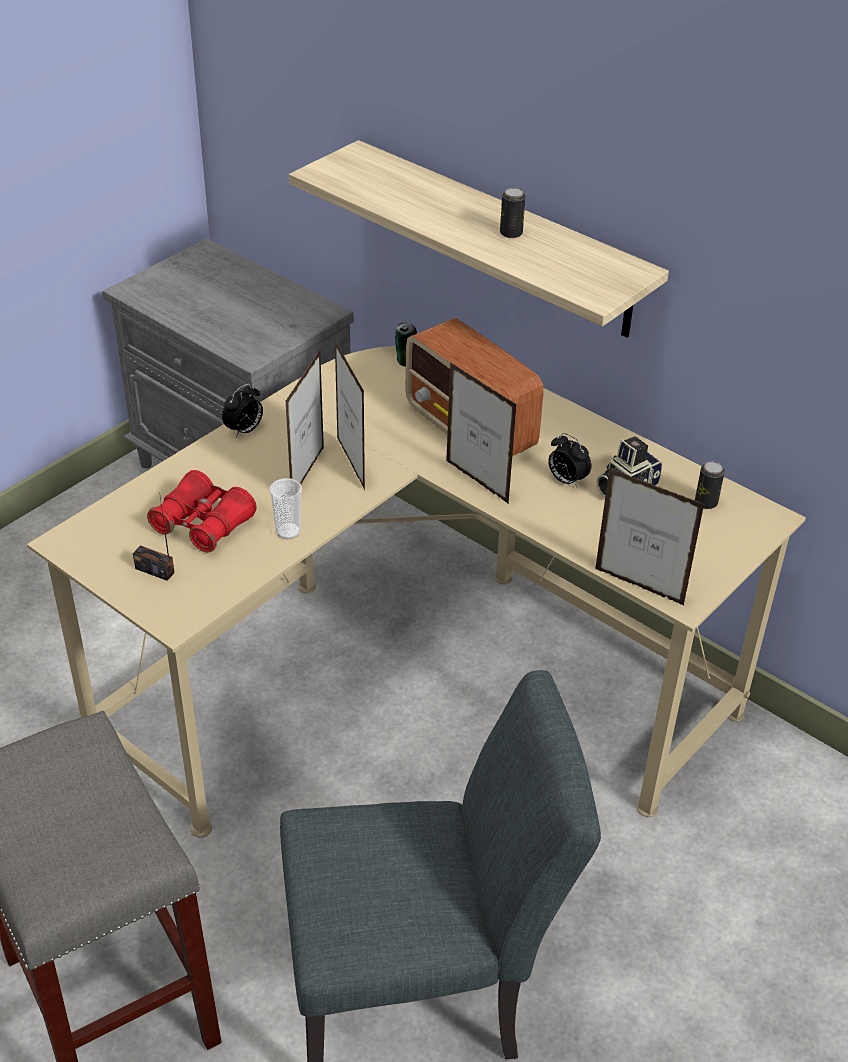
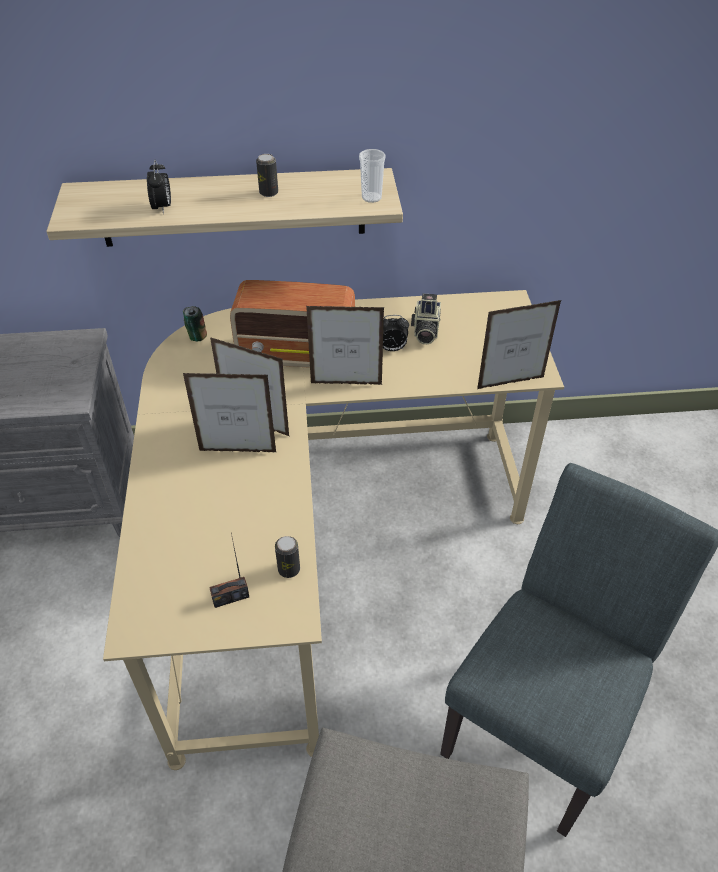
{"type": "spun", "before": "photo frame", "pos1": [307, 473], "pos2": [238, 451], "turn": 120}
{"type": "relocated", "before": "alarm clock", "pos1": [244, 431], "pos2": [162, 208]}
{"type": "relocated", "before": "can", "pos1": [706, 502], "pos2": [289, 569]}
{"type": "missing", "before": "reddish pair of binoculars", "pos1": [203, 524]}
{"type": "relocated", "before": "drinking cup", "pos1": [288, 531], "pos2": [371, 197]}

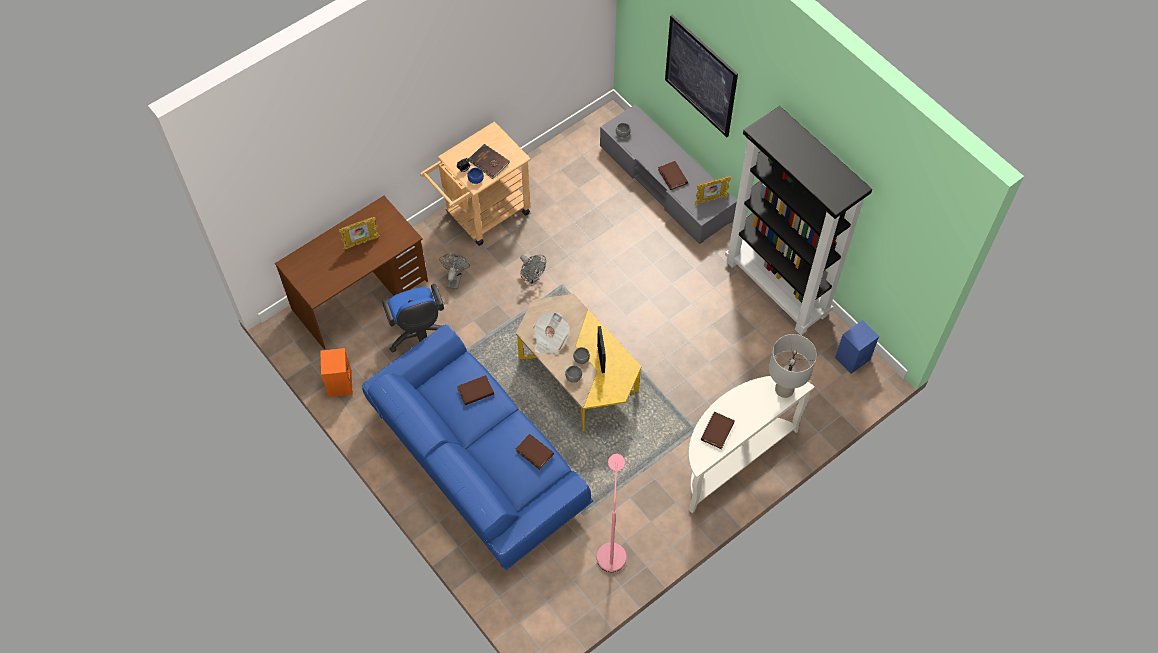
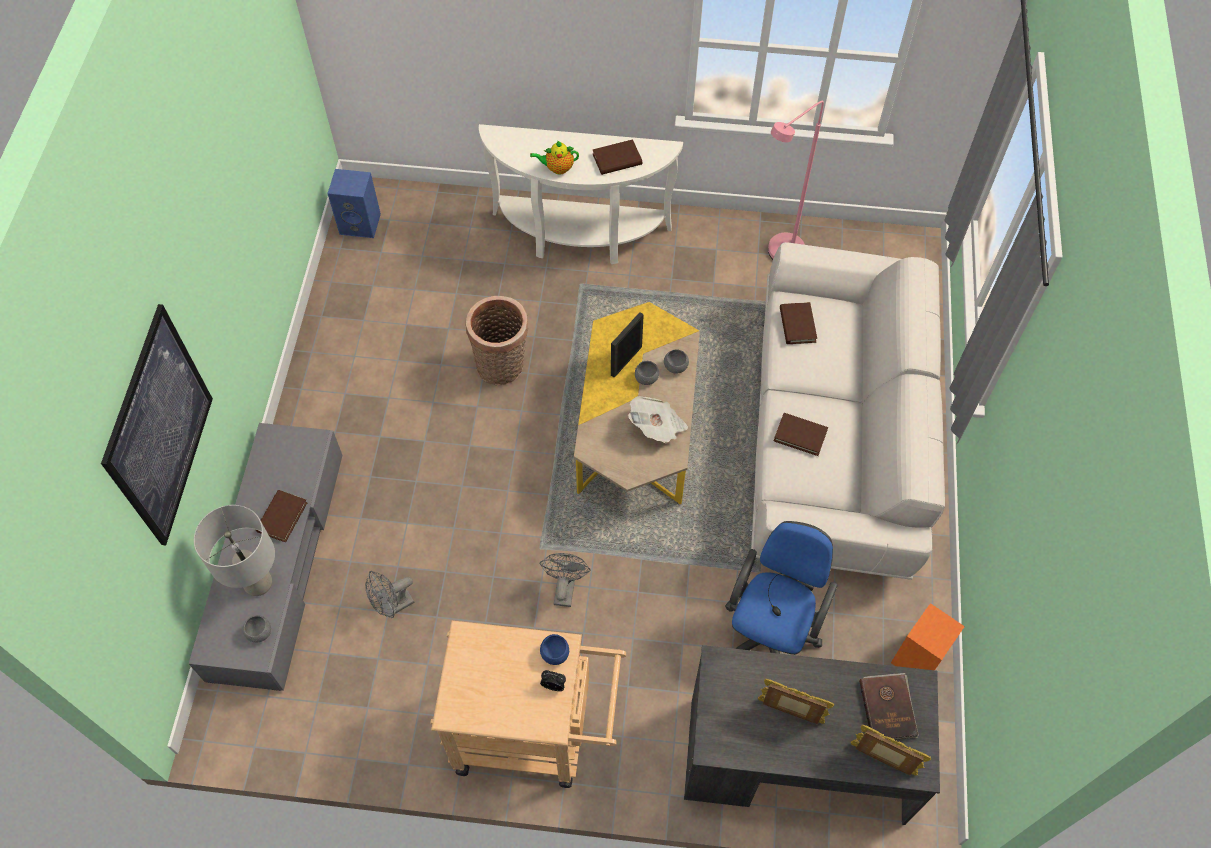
{"type": "missing", "before": "black shelving unit", "pos1": [777, 288]}
{"type": "relocated", "before": "brown bound book", "pos1": [488, 162], "pos2": [888, 708]}
{"type": "relocated", "before": "photo frame", "pos1": [711, 200], "pos2": [882, 760]}
{"type": "colour", "before": "brown desk", "after": "greyish desk", "pos1": [360, 295], "pos2": [795, 760]}
{"type": "relocated", "before": "greyish electric fan", "pos1": [455, 278], "pos2": [393, 606]}
{"type": "colour", "before": "blue sofa", "after": "white sofa", "pos1": [477, 461], "pos2": [833, 436]}
{"type": "relocated", "before": "greyish tabletop lamp", "pos1": [784, 389], "pos2": [257, 583]}
{"type": "appeared", "after": "tea pot", "pos2": [557, 168]}
{"type": "appeared", "after": "storage basket", "pos2": [502, 367]}

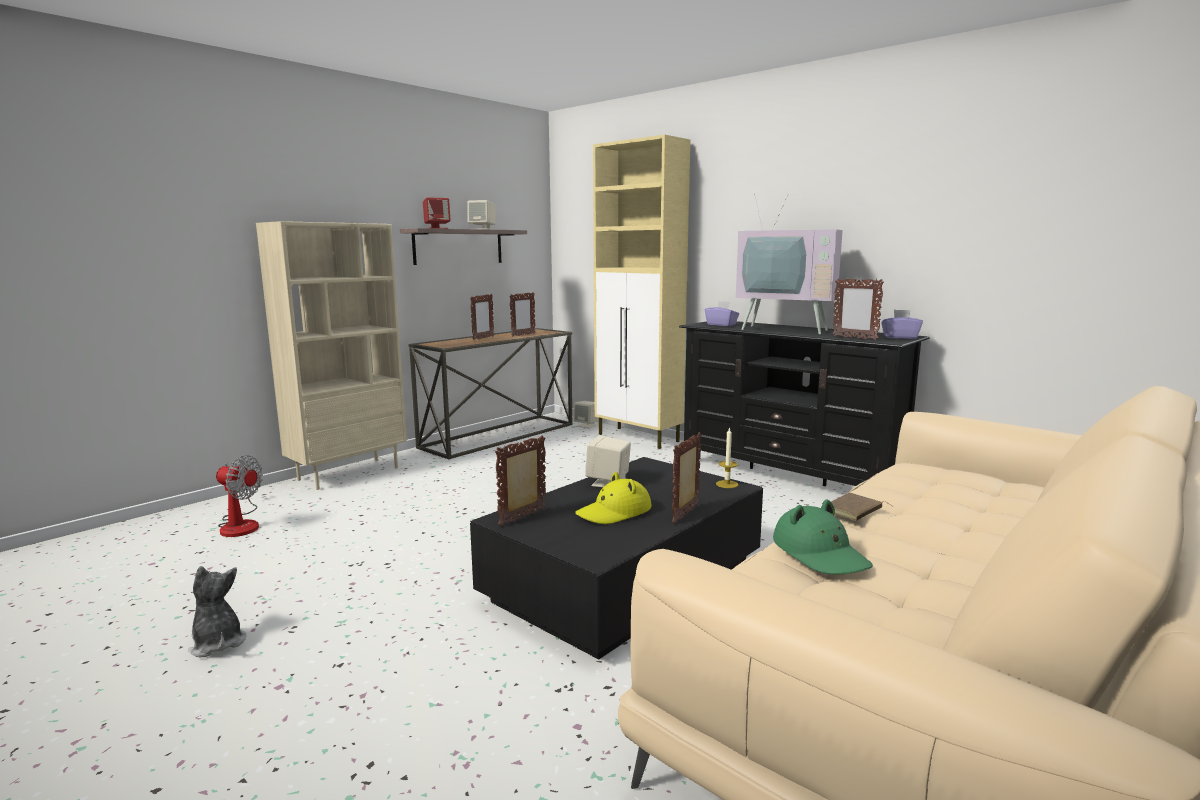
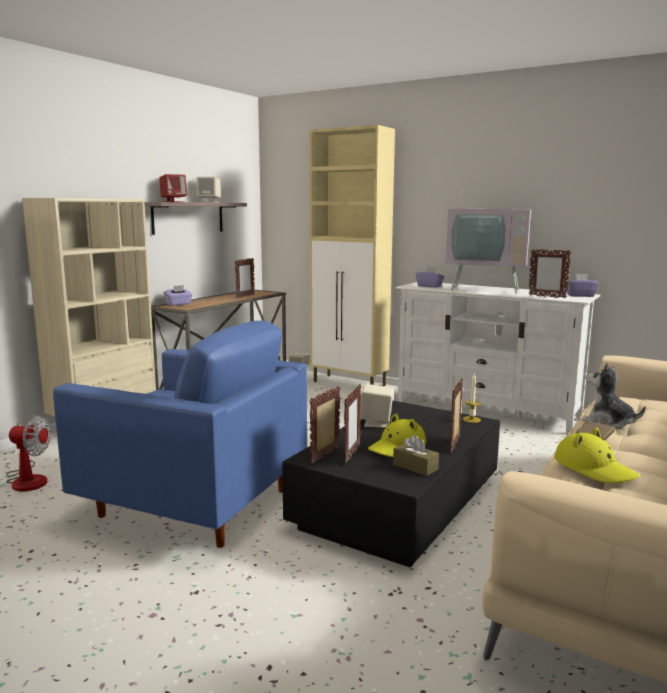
{"type": "relocated", "before": "photo frame", "pos1": [483, 338], "pos2": [351, 455]}
{"type": "colour", "before": "black tv unit", "after": "white tv unit", "pos1": [788, 476], "pos2": [487, 411]}
{"type": "colour", "before": "greenish clothing hat", "after": "yellow clothing hat", "pos1": [820, 553], "pos2": [594, 468]}
{"type": "relocated", "before": "plush toy", "pos1": [217, 643], "pos2": [608, 423]}
{"type": "appeared", "after": "purple-coloured box of tissues", "pos2": [178, 304]}
{"type": "appeared", "after": "blue lounge chair", "pos2": [193, 503]}
{"type": "appeared", "after": "brown box of tissues", "pos2": [415, 467]}

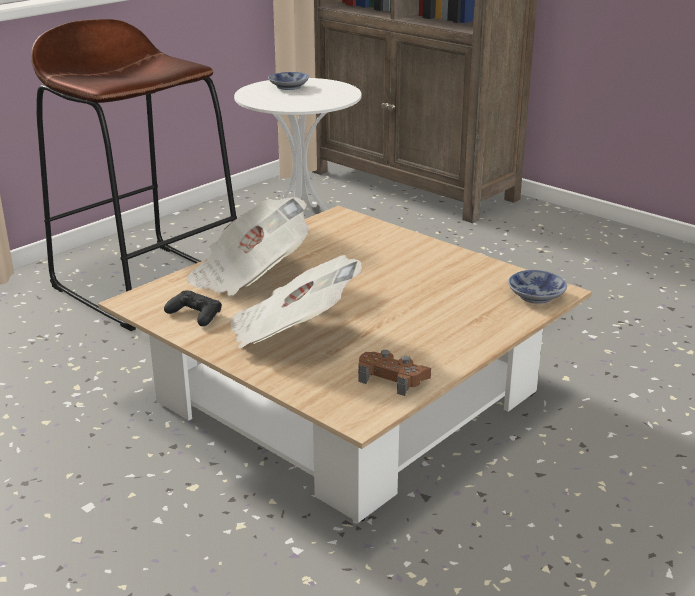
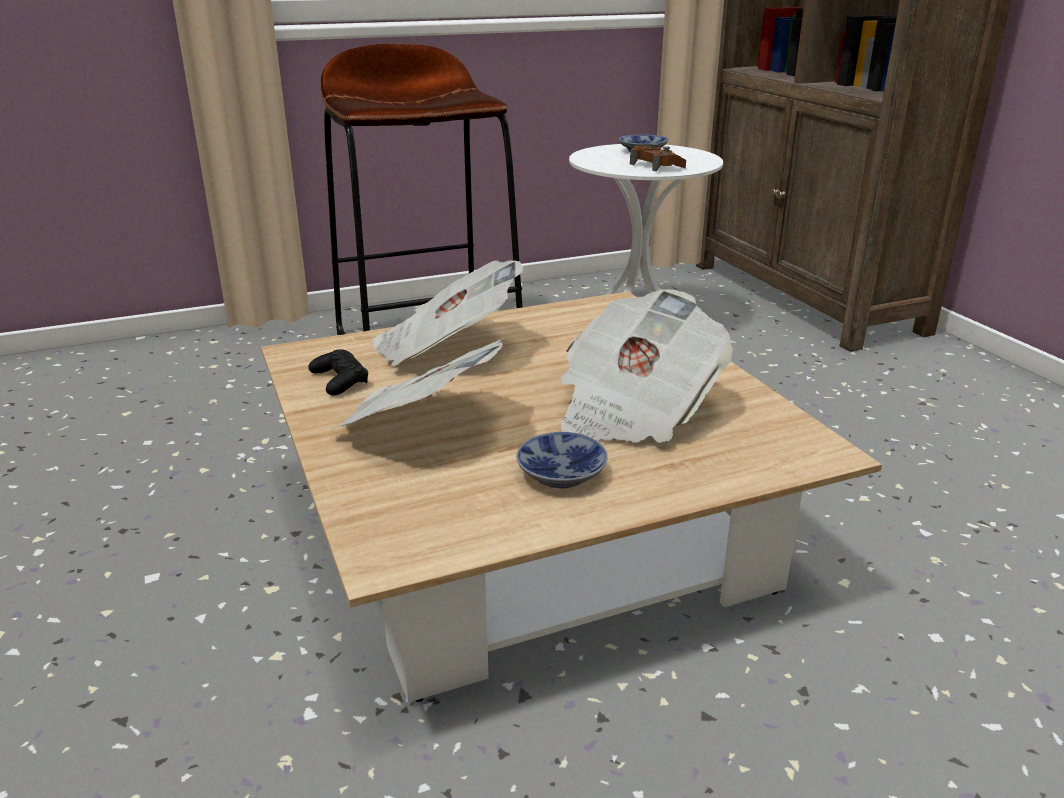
{"type": "relocated", "before": "bowl", "pos1": [534, 295], "pos2": [560, 472]}
{"type": "relocated", "before": "brown gamepad", "pos1": [392, 379], "pos2": [656, 166]}
{"type": "appeared", "after": "newspaper", "pos2": [634, 409]}

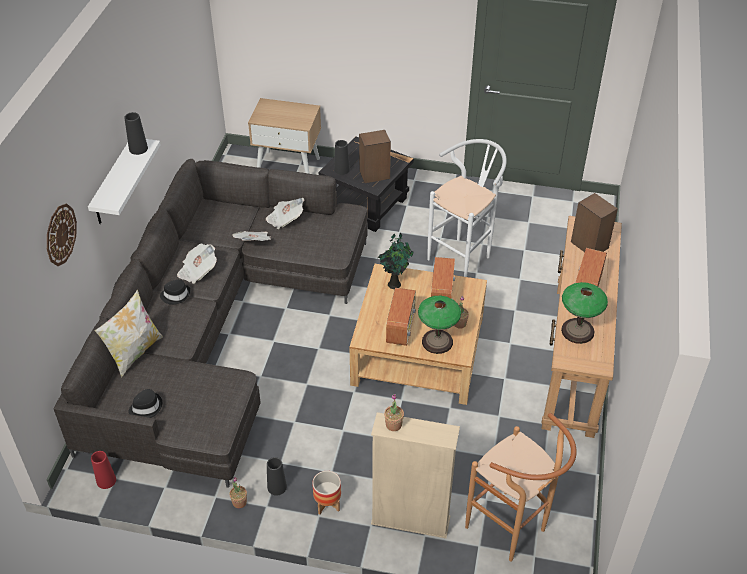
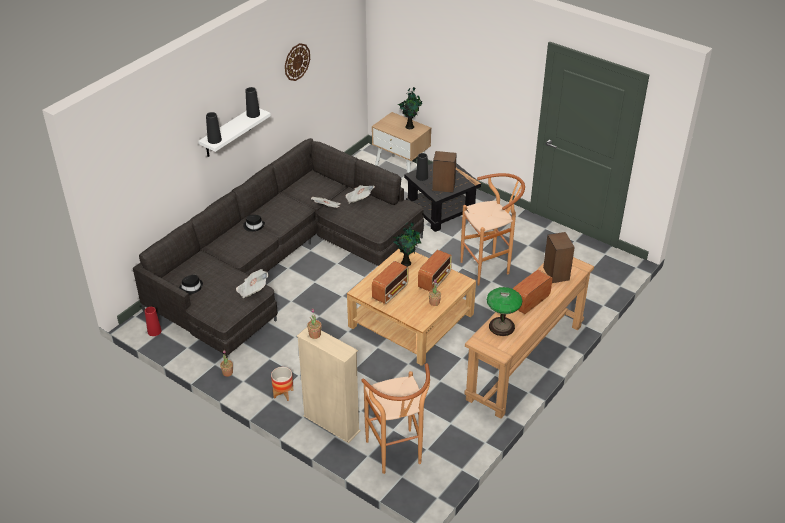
{"type": "colour", "before": "white sitting stool", "after": "brown sitting stool", "pos1": [463, 256], "pos2": [489, 267]}
{"type": "relocated", "before": "wall clock", "pos1": [60, 234], "pos2": [297, 62]}
{"type": "relocated", "before": "newspaper", "pos1": [197, 271], "pos2": [252, 290]}
{"type": "missing", "before": "cushion", "pos1": [134, 353]}
{"type": "missing", "before": "tabletop lamp", "pos1": [437, 341]}
{"type": "relocated", "before": "black flower vase", "pos1": [277, 487], "pos2": [214, 140]}
{"type": "appeared", "after": "plant in a pot", "pos2": [410, 126]}

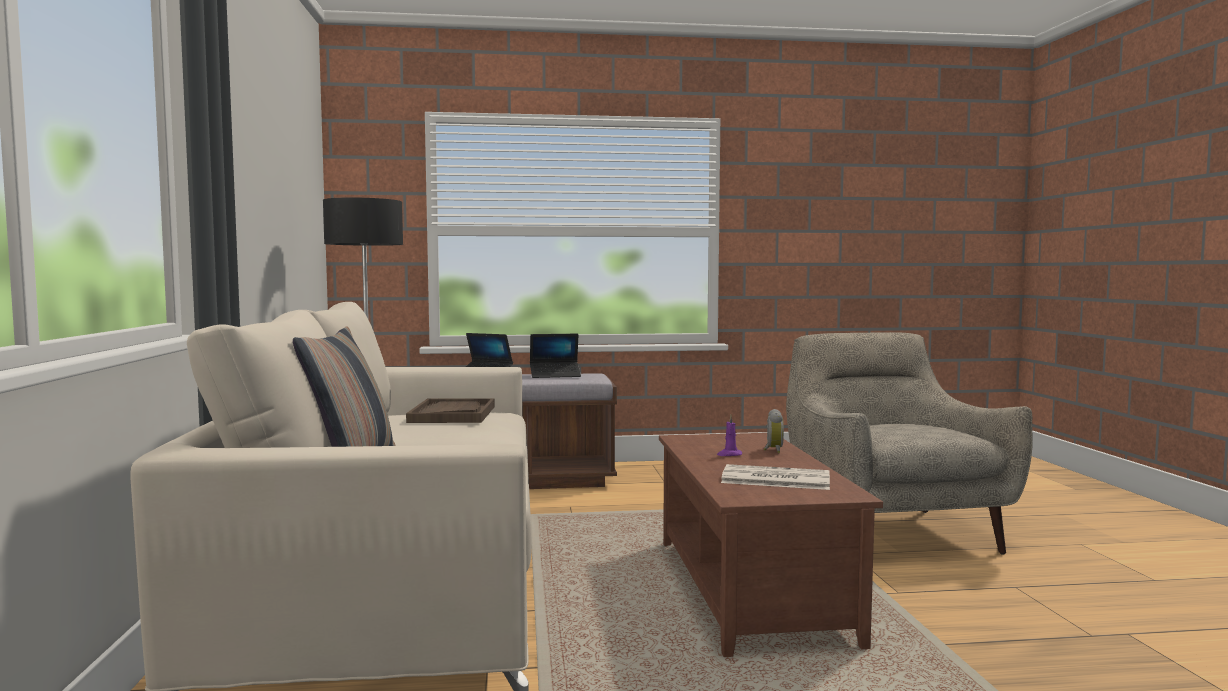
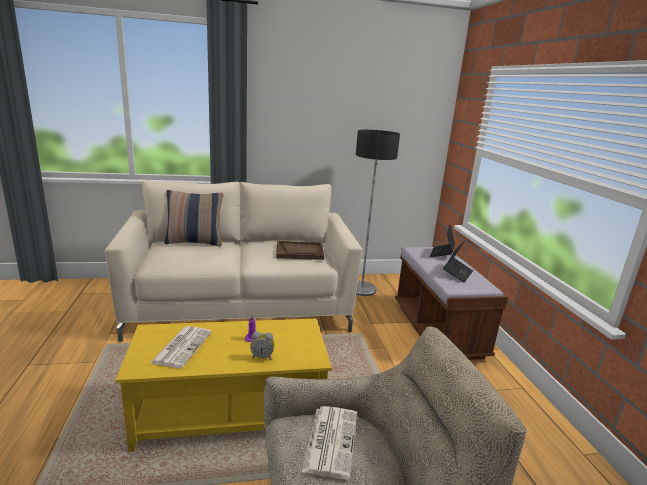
{"type": "spun", "before": "portable computer", "pos1": [555, 375], "pos2": [457, 273], "turn": -135}
{"type": "colour", "before": "brown coffee table", "after": "yellow coffee table", "pos1": [747, 589], "pos2": [230, 412]}
{"type": "appeared", "after": "newspaper", "pos2": [330, 440]}

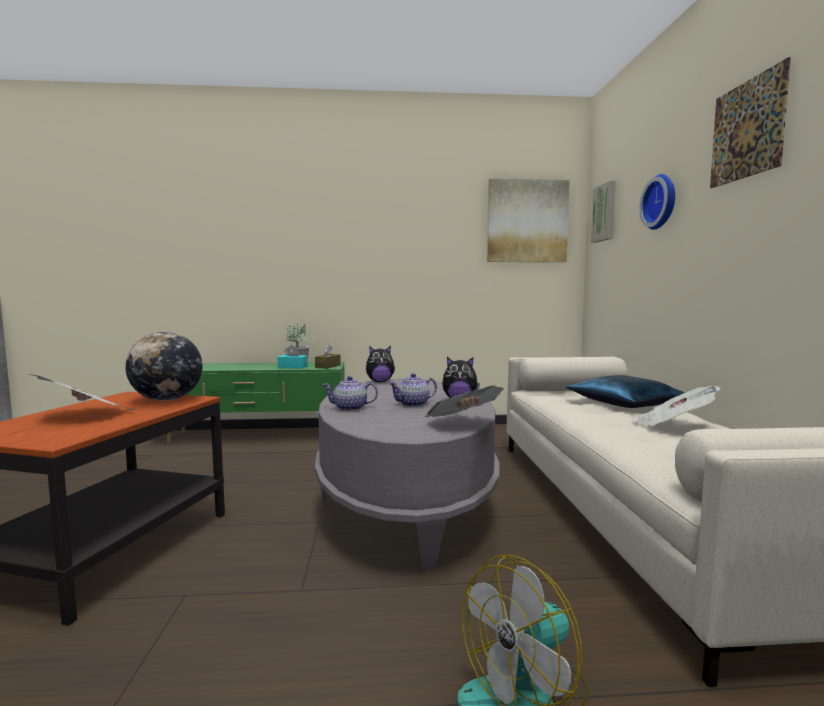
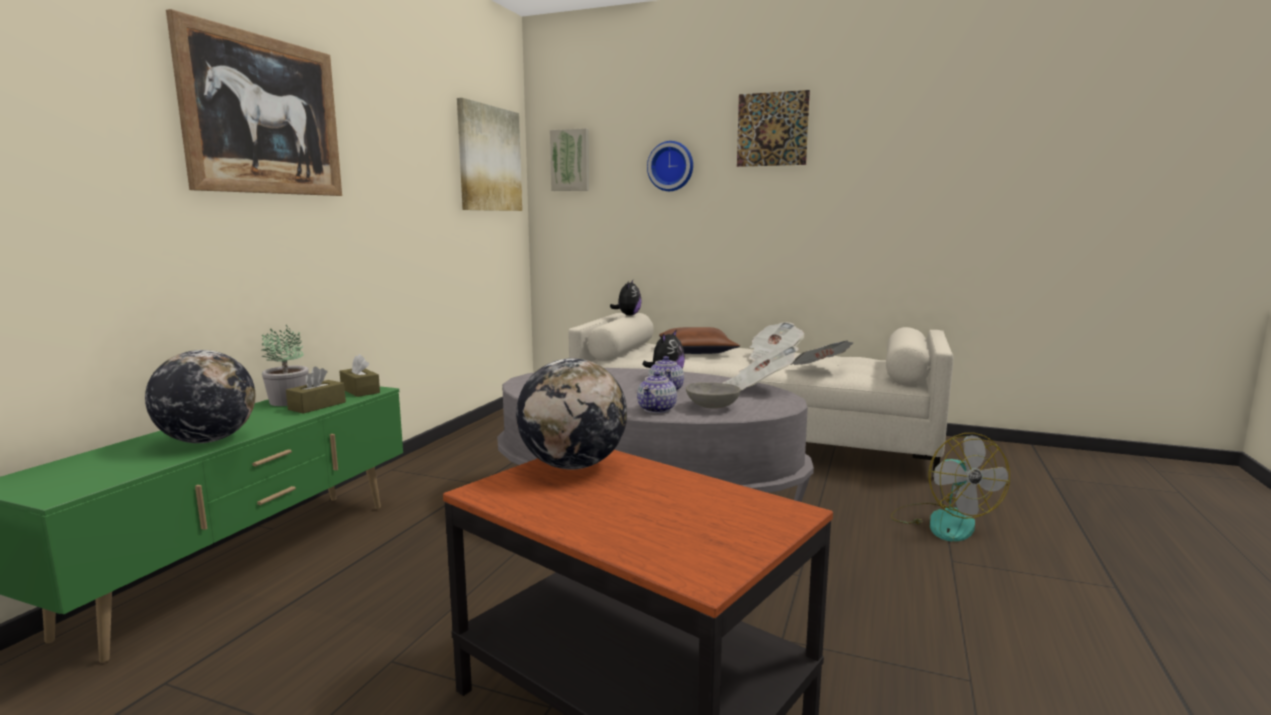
{"type": "colour", "before": "blue-green box of tissues", "after": "brown box of tissues", "pos1": [292, 367], "pos2": [317, 406]}
{"type": "relocated", "before": "plush toy", "pos1": [380, 381], "pos2": [628, 315]}
{"type": "relocated", "before": "newspaper", "pos1": [88, 416], "pos2": [819, 370]}
{"type": "colour", "before": "blue cushion", "after": "brown cushion", "pos1": [625, 403], "pos2": [697, 351]}
{"type": "appeared", "after": "wall art", "pos2": [264, 116]}
{"type": "appeared", "after": "desk globe", "pos2": [208, 440]}
{"type": "appeared", "after": "greyish bowl", "pos2": [712, 407]}

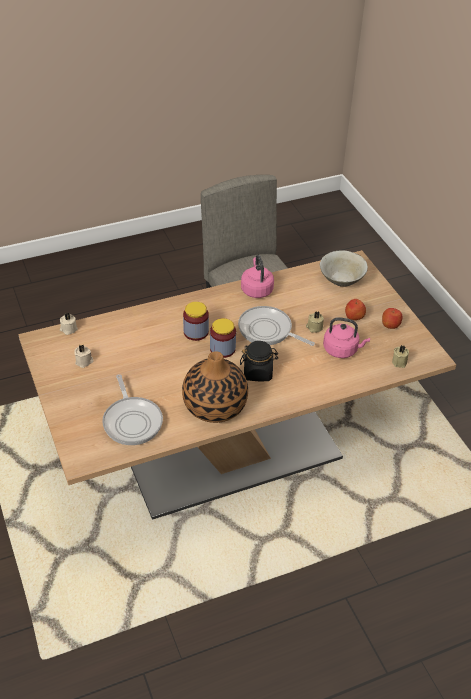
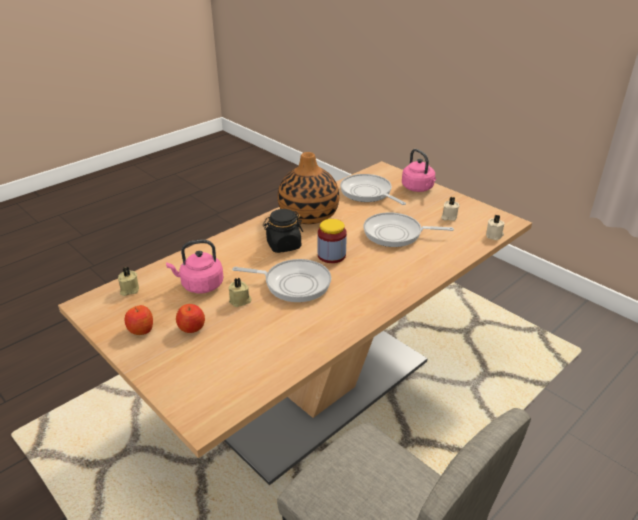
{"type": "missing", "before": "beige bowl", "pos1": [341, 280]}
{"type": "relocated", "before": "pink-coloured kettle", "pos1": [256, 289], "pos2": [418, 188]}
{"type": "missing", "before": "storage jar", "pos1": [196, 332]}
{"type": "appeared", "after": "pan", "pos2": [396, 234]}

